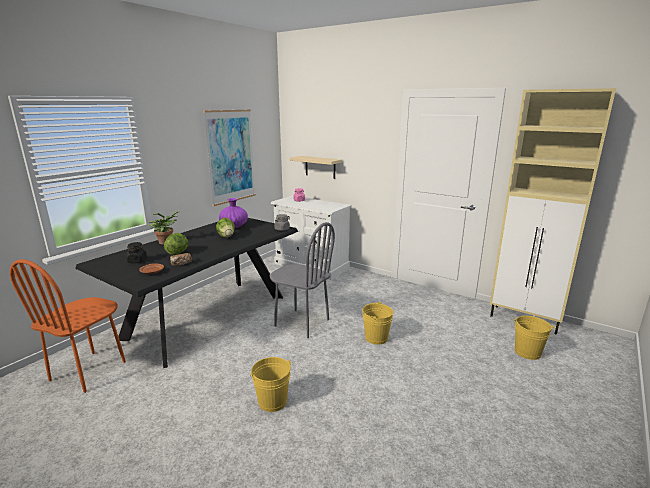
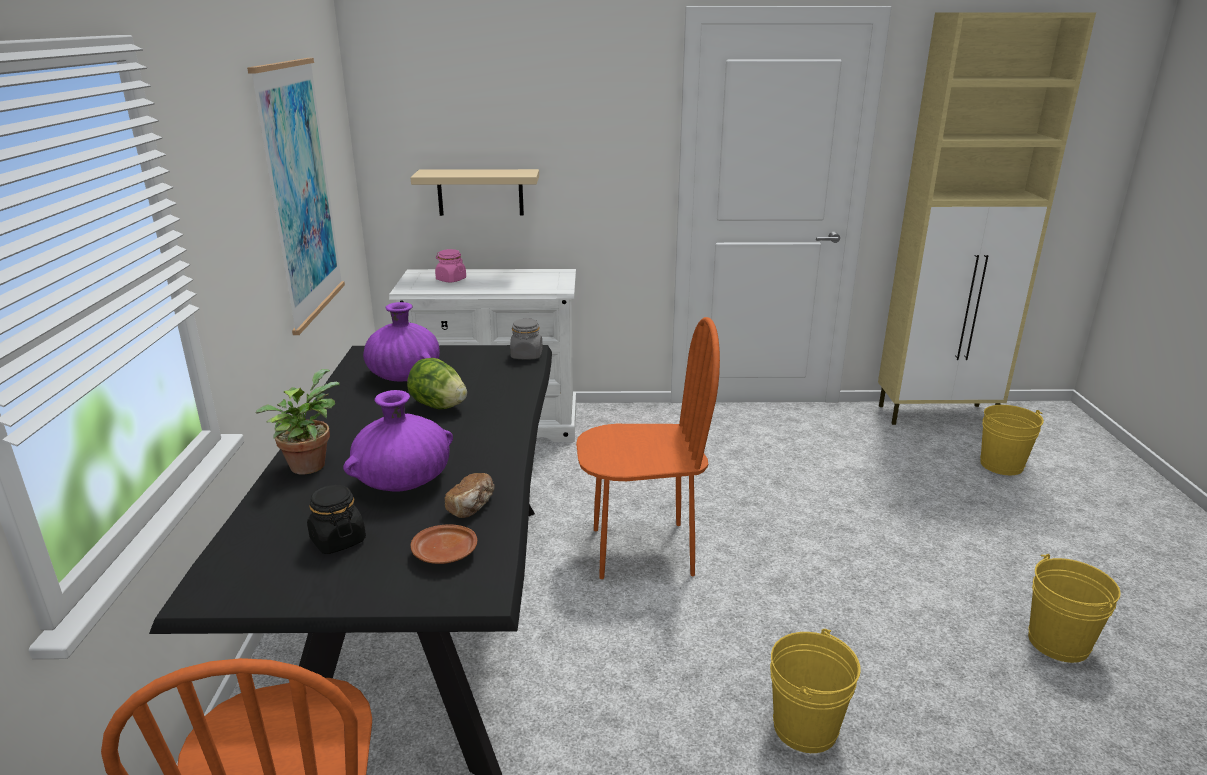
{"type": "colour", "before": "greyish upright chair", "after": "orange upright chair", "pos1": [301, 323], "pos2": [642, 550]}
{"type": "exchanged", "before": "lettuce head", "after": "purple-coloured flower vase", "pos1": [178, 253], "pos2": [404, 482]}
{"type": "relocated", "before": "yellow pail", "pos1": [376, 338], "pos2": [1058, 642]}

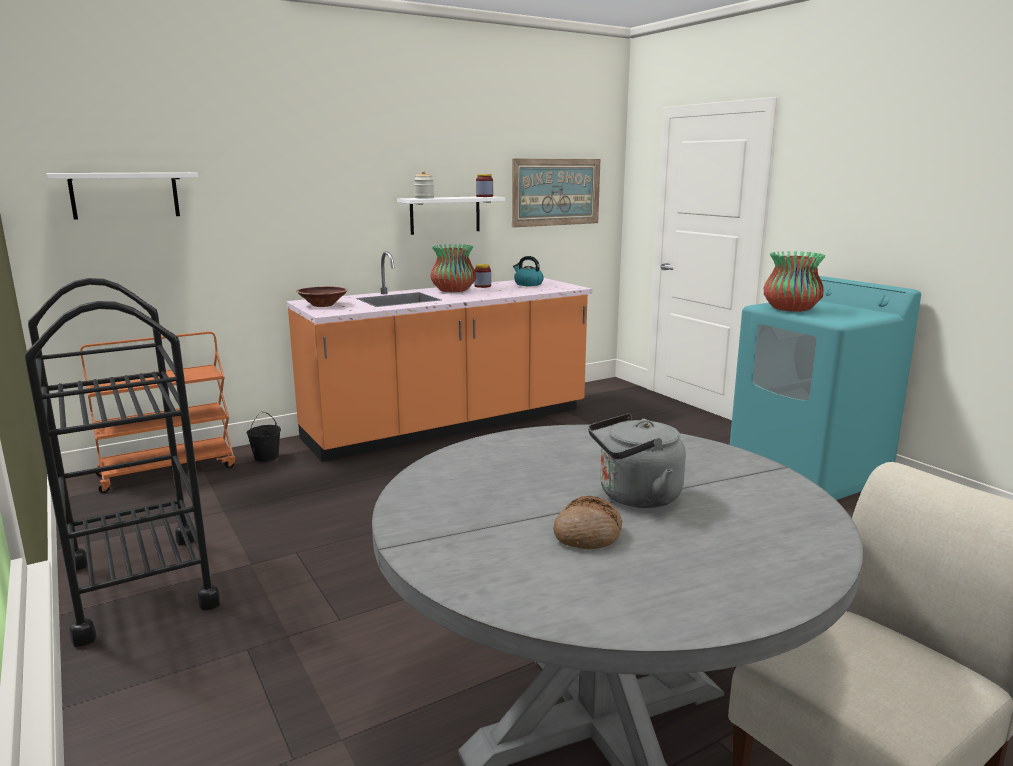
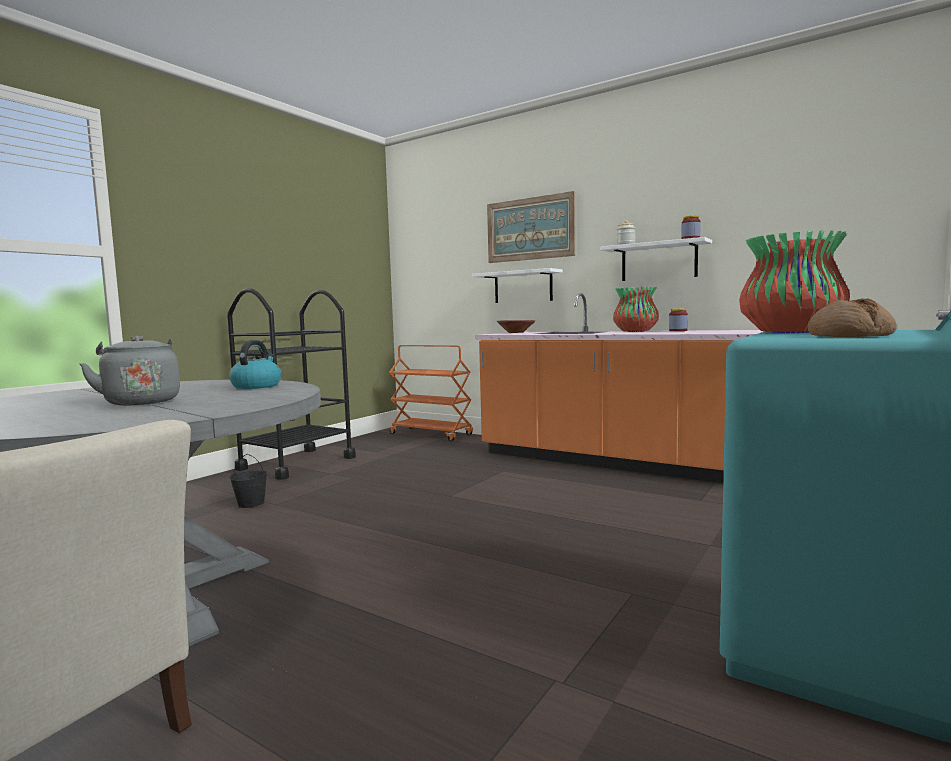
{"type": "relocated", "before": "wall art", "pos1": [556, 192], "pos2": [530, 229]}
{"type": "relocated", "before": "white wall shelf", "pos1": [125, 195], "pos2": [523, 287]}
{"type": "relocated", "before": "kettle", "pos1": [528, 284], "pos2": [256, 386]}
{"type": "relocated", "before": "black pail", "pos1": [266, 457], "pos2": [251, 504]}
{"type": "relocated", "before": "bakery bread", "pos1": [587, 534], "pos2": [850, 335]}

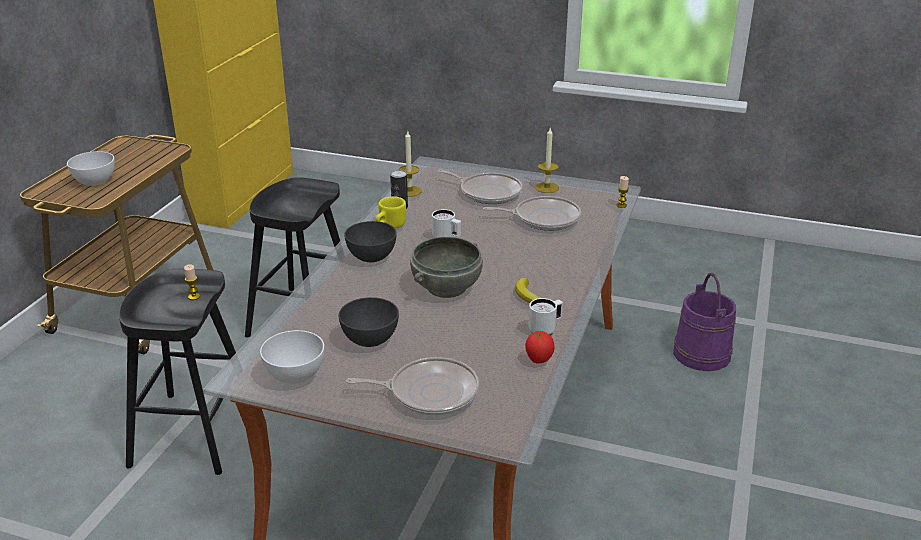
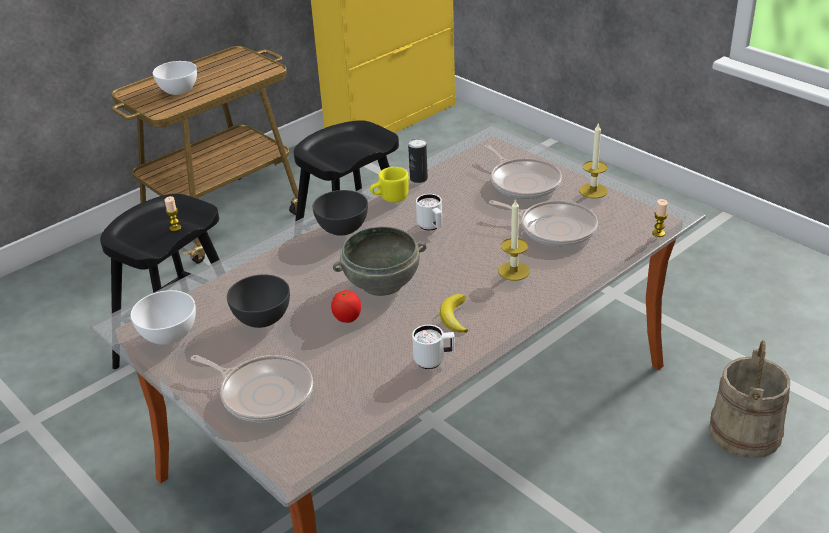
{"type": "relocated", "before": "wax candle", "pos1": [409, 191], "pos2": [513, 271]}
{"type": "colour", "before": "purple-coloured pail", "after": "beige pail", "pos1": [701, 354], "pos2": [744, 432]}
{"type": "relocated", "before": "fresh tomato", "pos1": [538, 360], "pos2": [347, 319]}

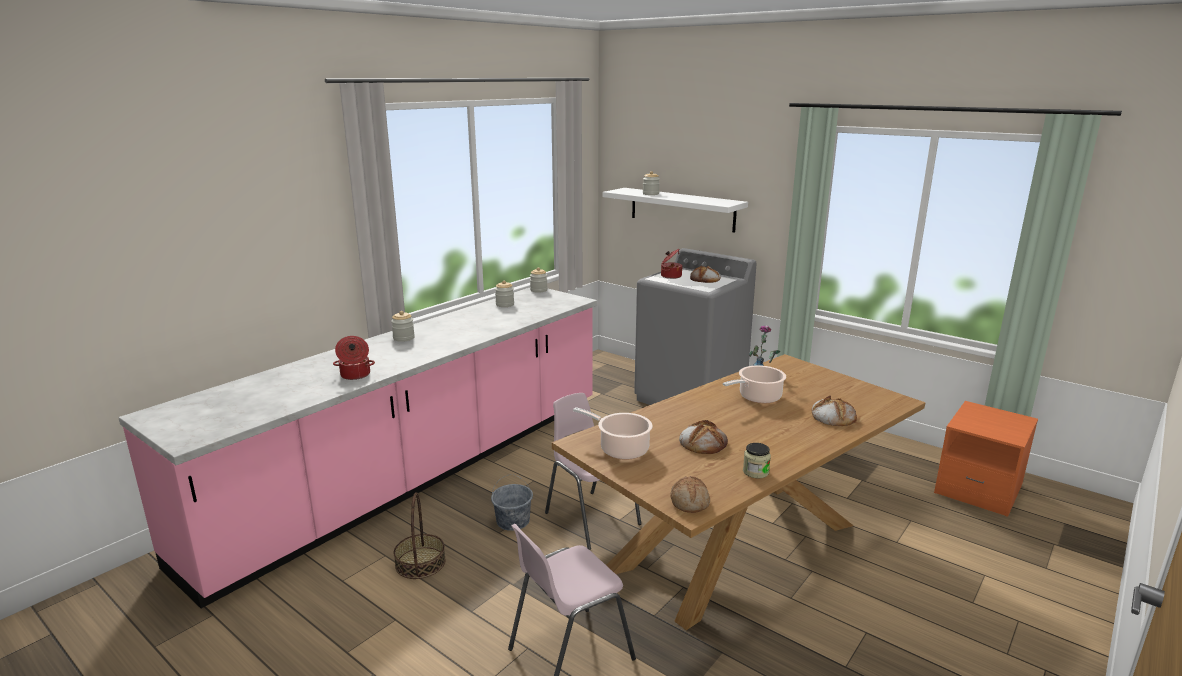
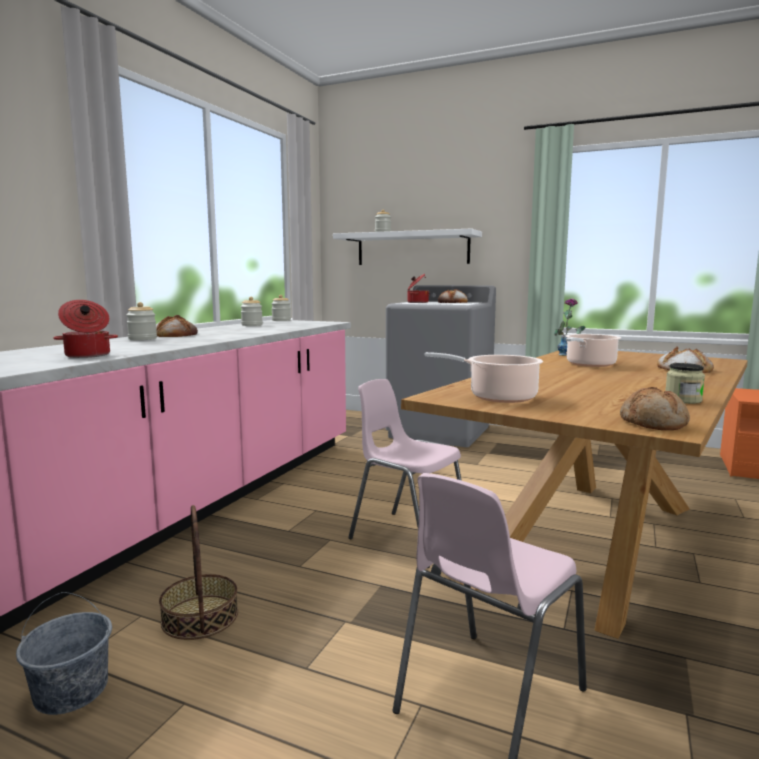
{"type": "relocated", "before": "bakery bread", "pos1": [703, 442], "pos2": [174, 334]}
{"type": "relocated", "before": "greyish pail", "pos1": [512, 521], "pos2": [70, 691]}

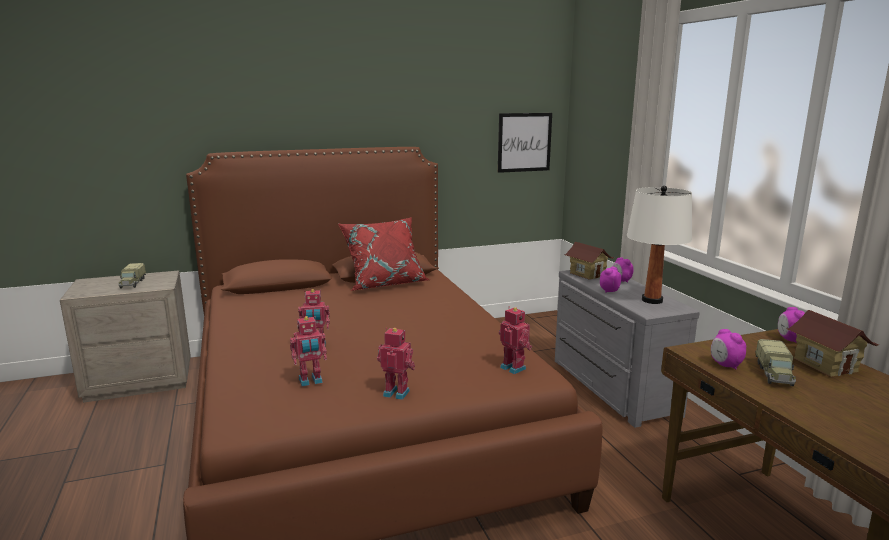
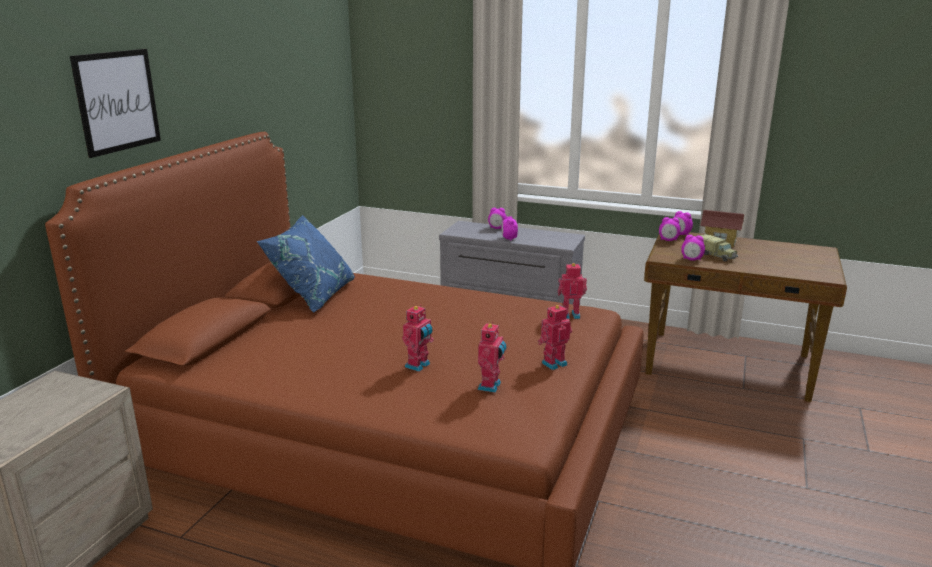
{"type": "relocated", "before": "wall art", "pos1": [524, 142], "pos2": [117, 101]}
{"type": "missing", "before": "white tabletop lamp", "pos1": [652, 300]}
{"type": "colour", "before": "reddish cushion", "after": "blue cushion", "pos1": [385, 283], "pos2": [313, 296]}
{"type": "missing", "before": "toy house", "pos1": [587, 274]}
{"type": "missing", "before": "toy truck", "pos1": [132, 283]}
{"type": "appeared", "after": "alarm clock", "pos2": [668, 240]}

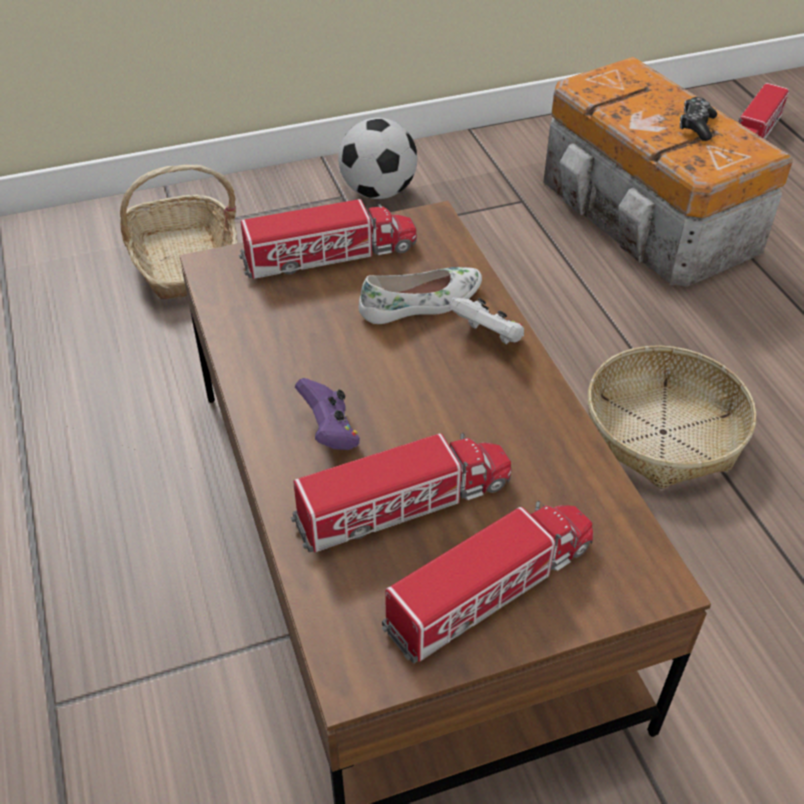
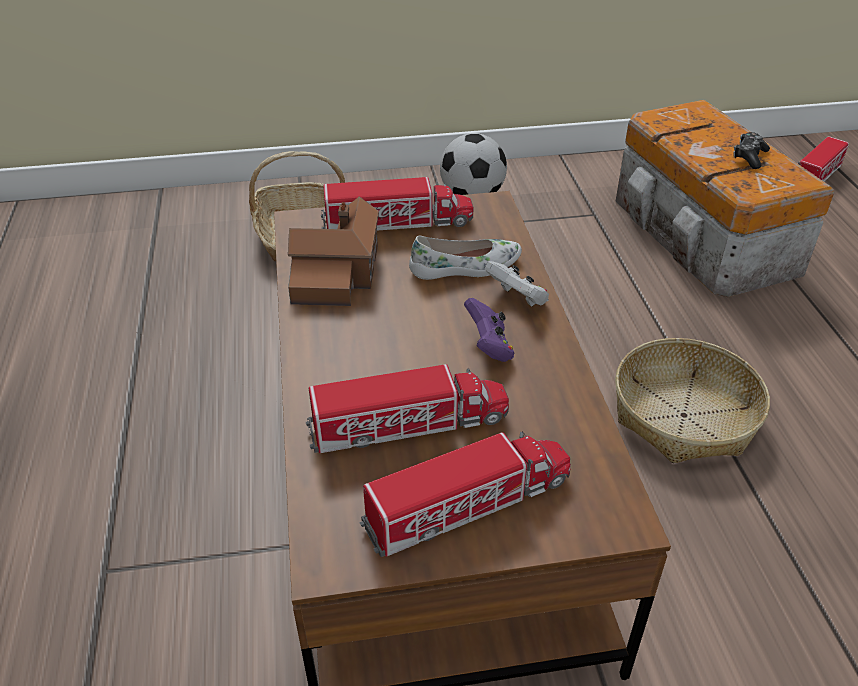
{"type": "relocated", "before": "purple-coloured gamepad", "pos1": [330, 432], "pos2": [489, 347]}
{"type": "appeared", "after": "toy house", "pos2": [337, 274]}

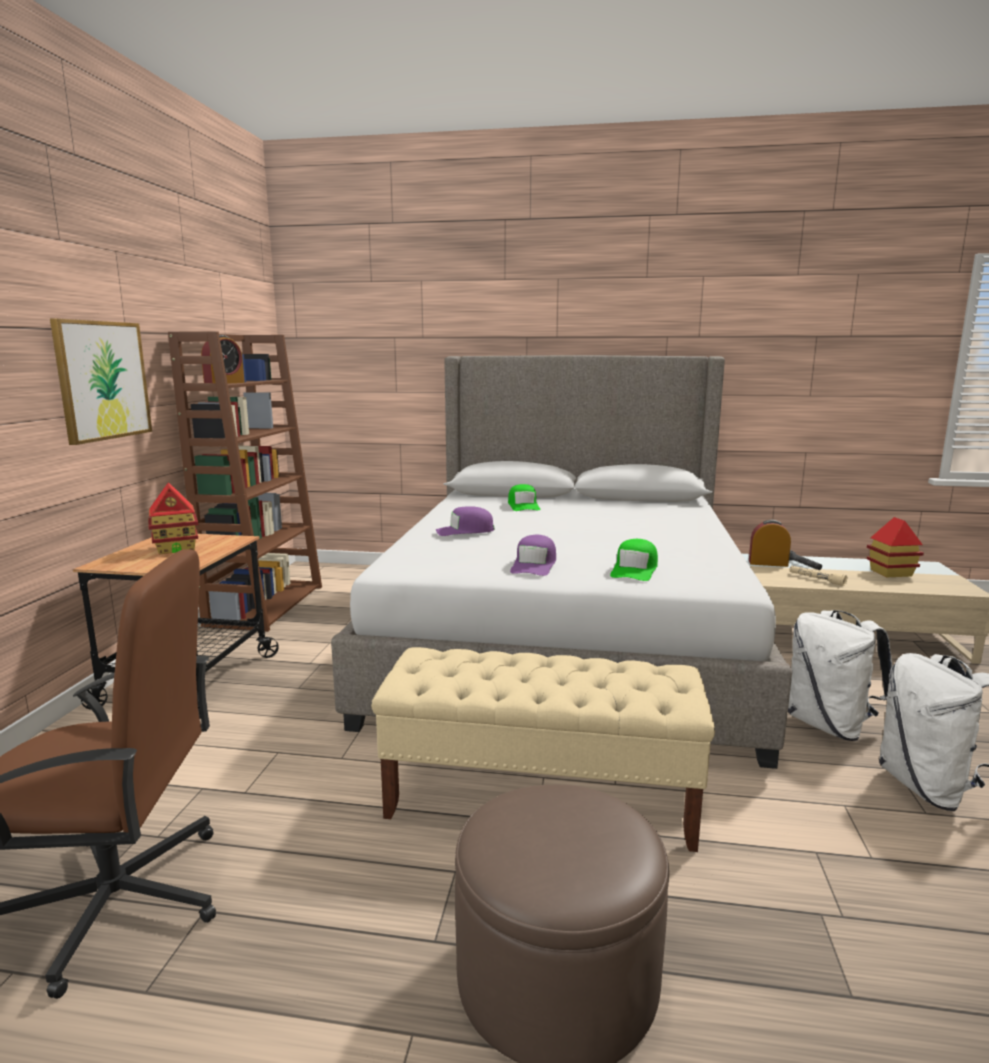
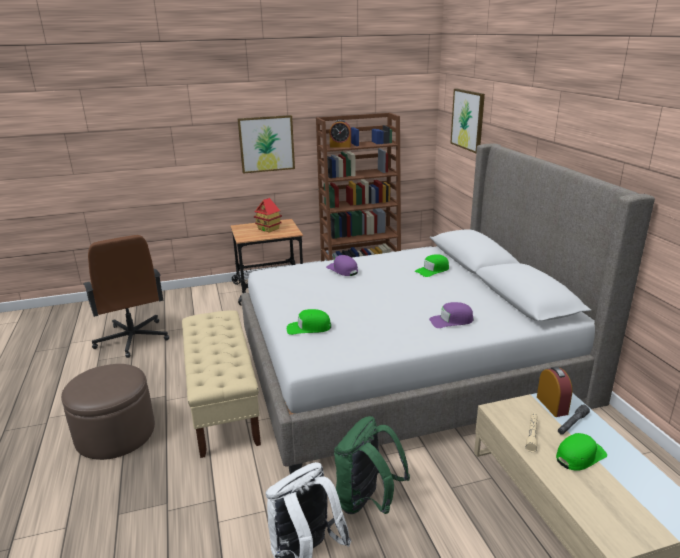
{"type": "missing", "before": "toy house", "pos1": [891, 573]}
{"type": "relocated", "before": "purple-coloured peaked cap", "pos1": [534, 565], "pos2": [451, 321]}
{"type": "colour", "before": "white backpack", "after": "greenish backpack", "pos1": [829, 726], "pos2": [367, 501]}
{"type": "appeared", "after": "wall art", "pos2": [468, 120]}
{"type": "appeared", "after": "greenish peaked cap", "pos2": [580, 455]}

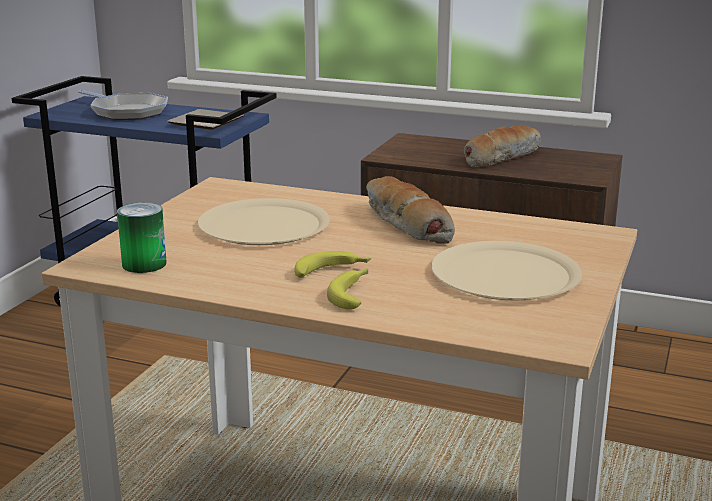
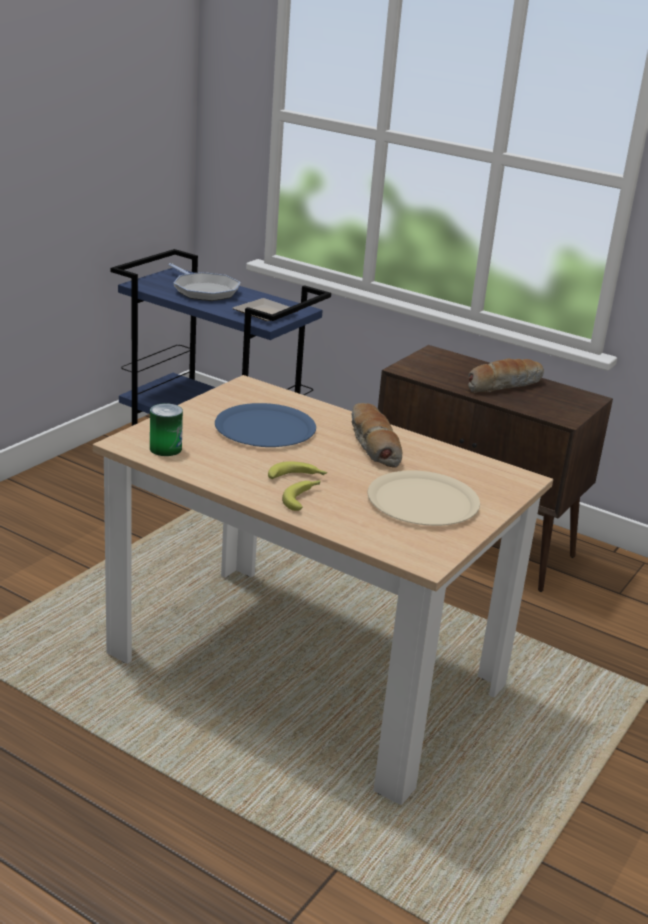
{"type": "colour", "before": "beige flat dish", "after": "blue flat dish", "pos1": [264, 225], "pos2": [265, 428]}

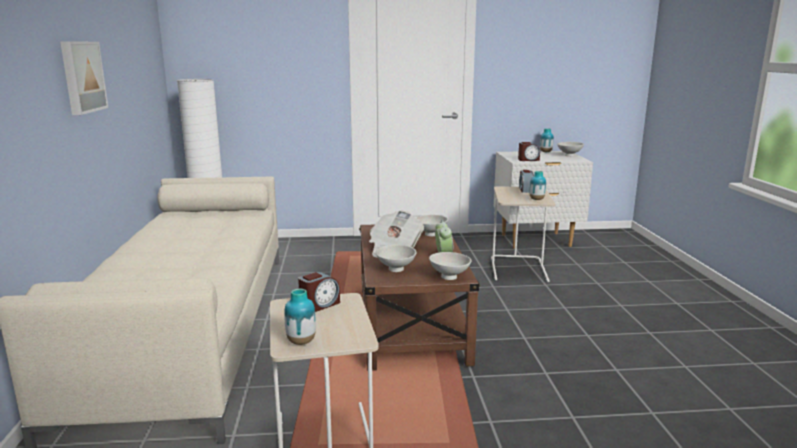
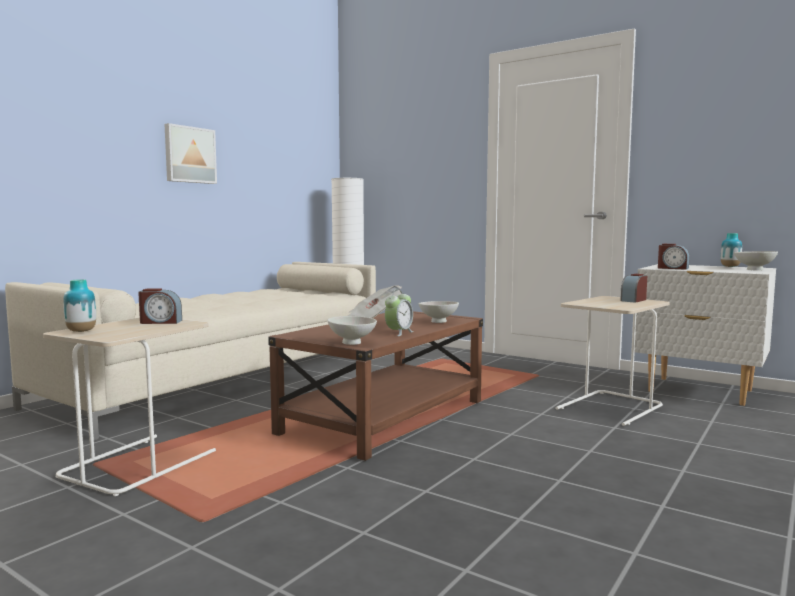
{"type": "missing", "before": "flower vase", "pos1": [536, 199]}
{"type": "missing", "before": "white bowl", "pos1": [397, 269]}

